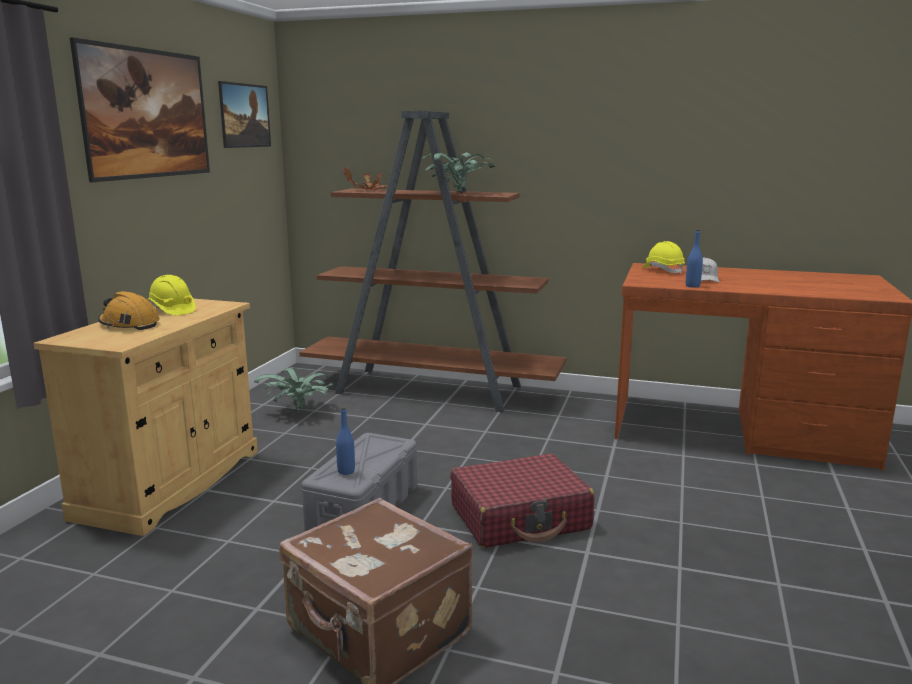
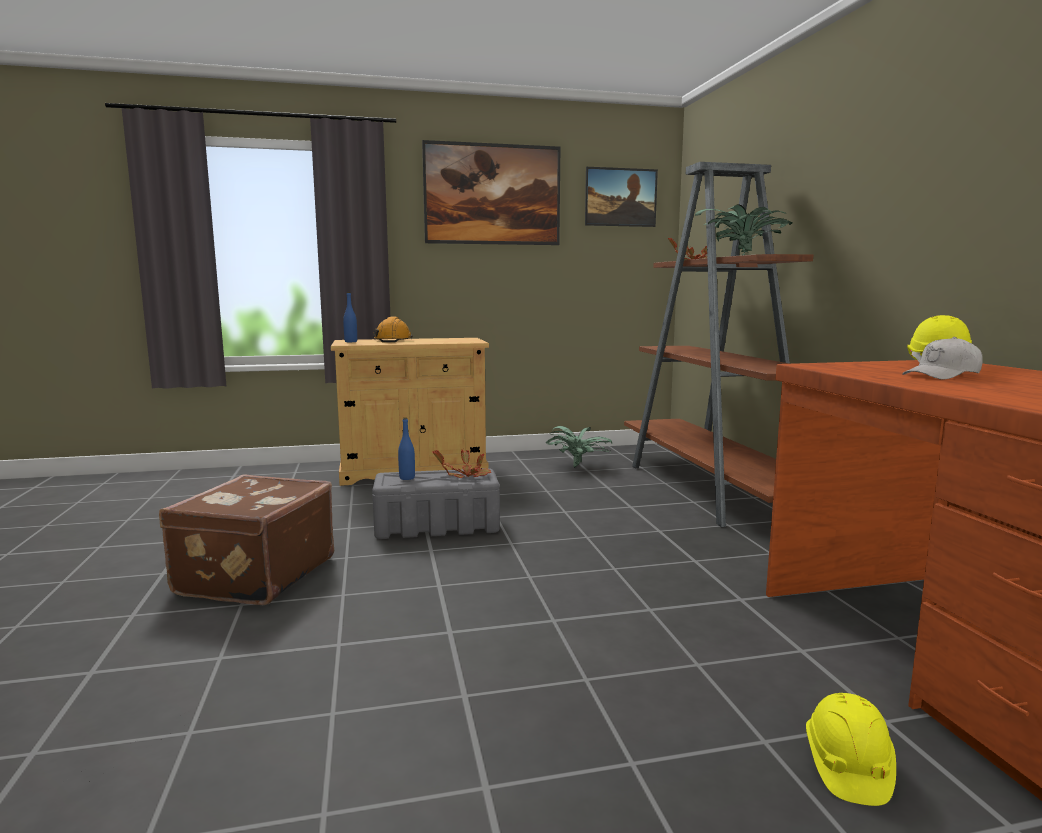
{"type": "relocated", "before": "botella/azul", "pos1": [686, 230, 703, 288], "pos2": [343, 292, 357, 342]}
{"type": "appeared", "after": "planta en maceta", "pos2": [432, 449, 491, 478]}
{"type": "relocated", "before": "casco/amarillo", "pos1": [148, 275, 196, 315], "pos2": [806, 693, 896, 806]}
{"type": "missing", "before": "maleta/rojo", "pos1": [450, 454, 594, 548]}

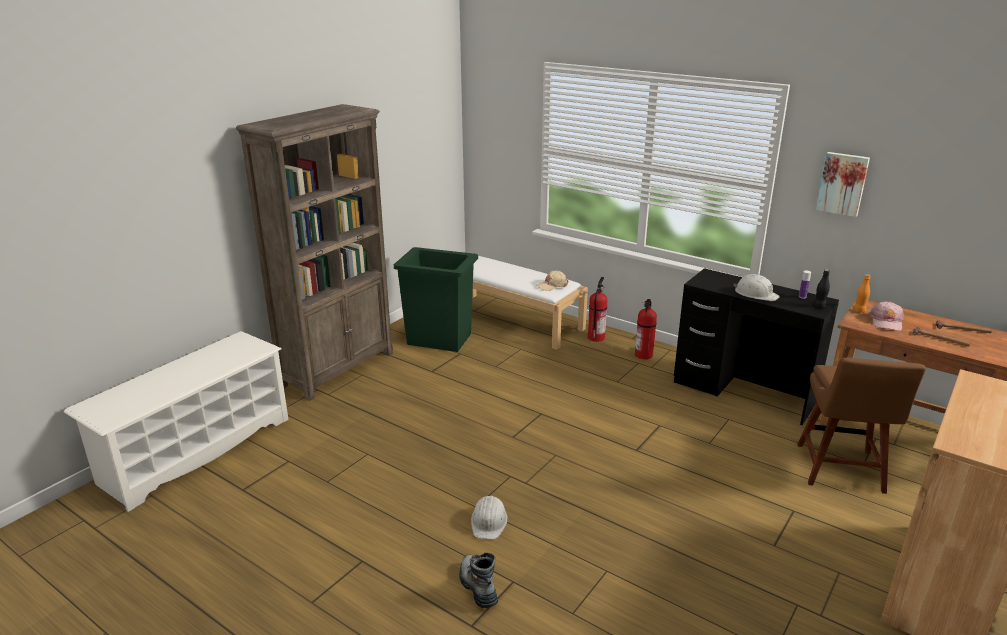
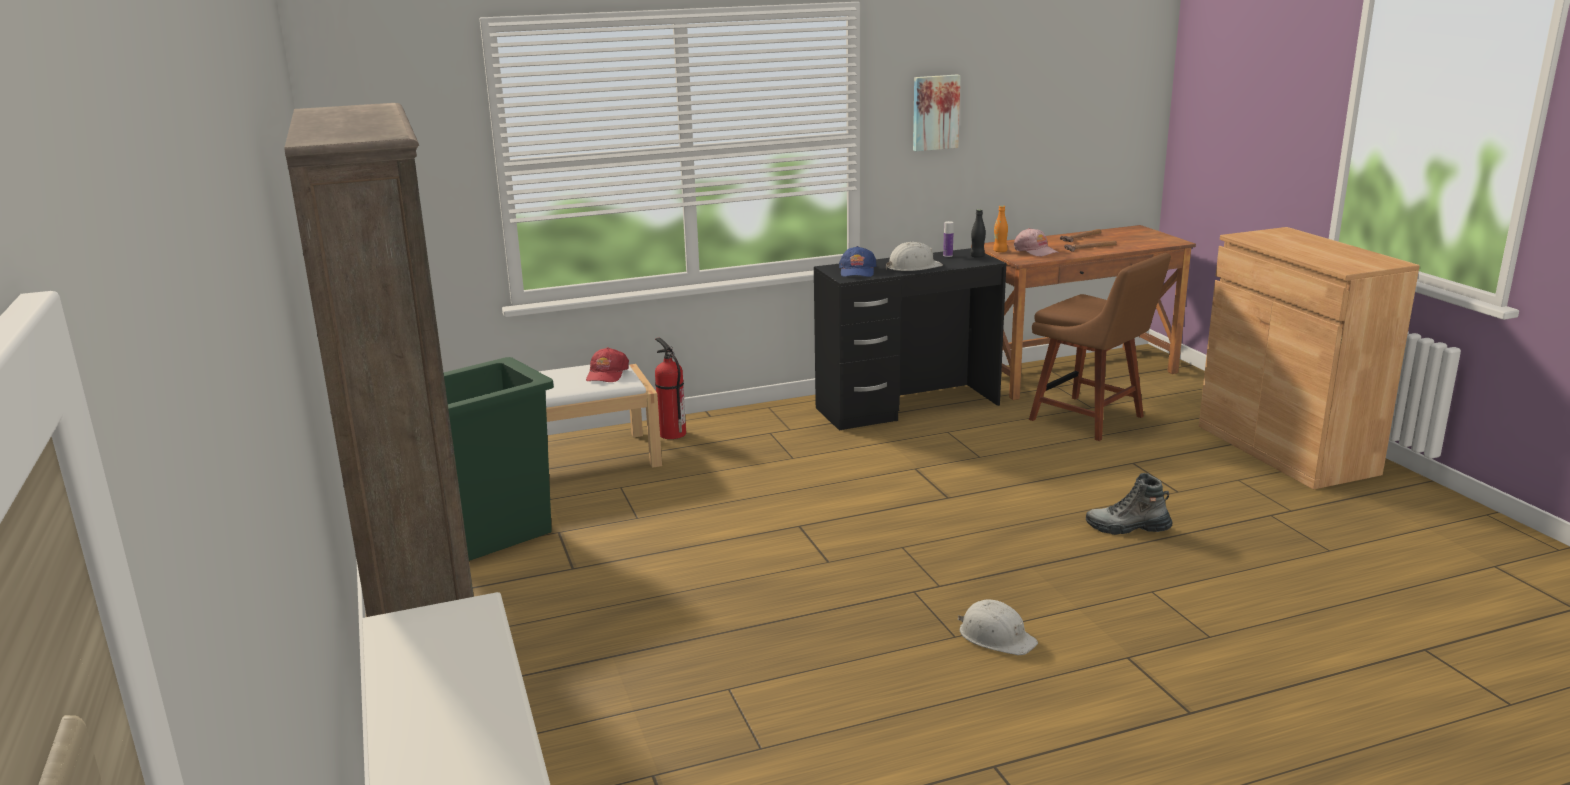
{"type": "colour", "before": "gorra/beis", "after": "gorra/rojo", "pos1": [536, 270, 569, 291], "pos2": [586, 347, 629, 382]}
{"type": "appeared", "after": "gorra/azul", "pos2": [839, 246, 877, 277]}
{"type": "relocated", "before": "bota", "pos1": [459, 553, 498, 608], "pos2": [1086, 473, 1172, 535]}
{"type": "missing", "before": "extintor", "pos1": [635, 299, 657, 359]}

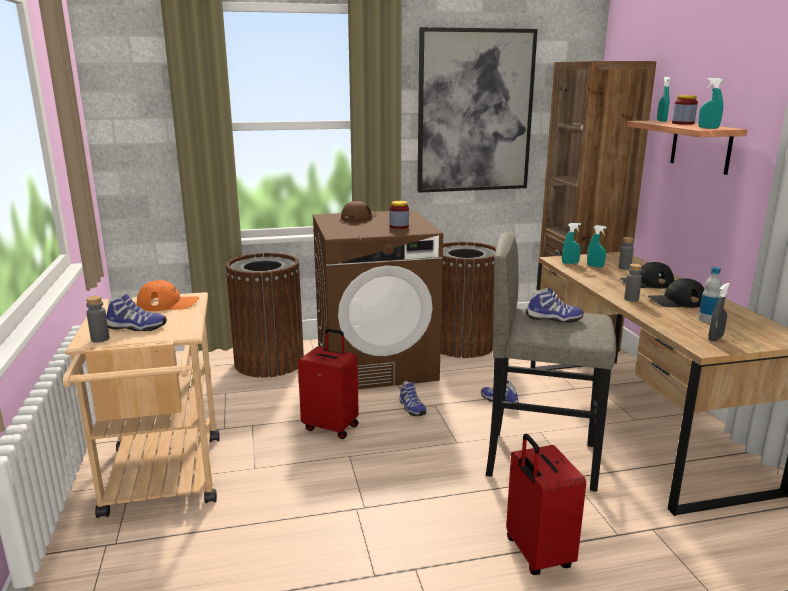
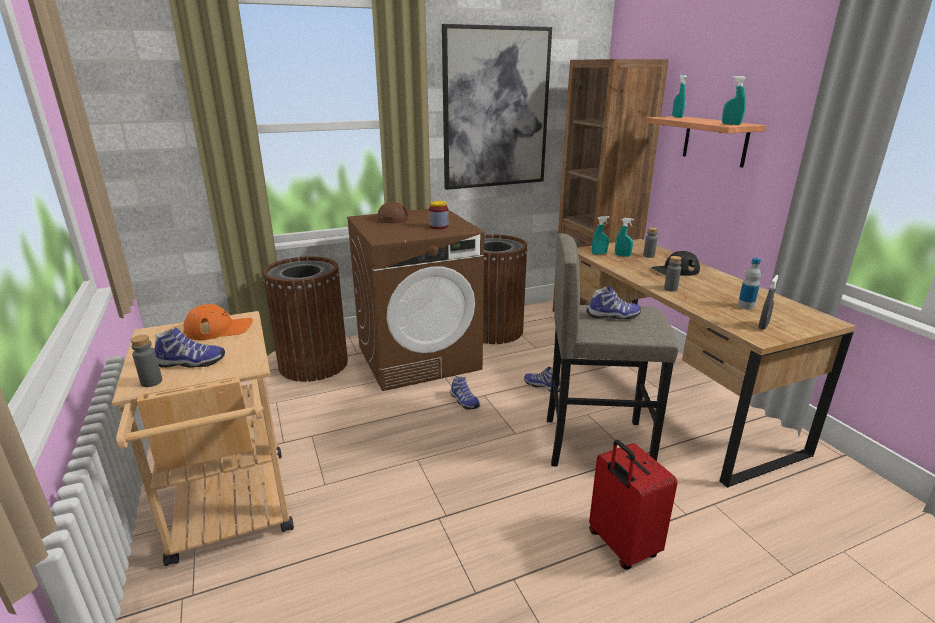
{"type": "missing", "before": "maleta/rojo", "pos1": [298, 328, 359, 439]}
{"type": "missing", "before": "gorra/negro", "pos1": [648, 278, 705, 308]}
{"type": "missing", "before": "tarro", "pos1": [672, 95, 698, 125]}

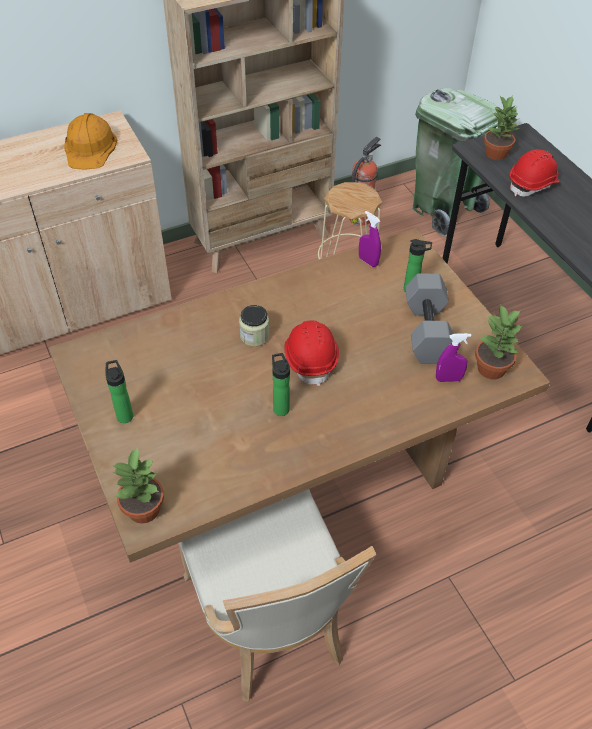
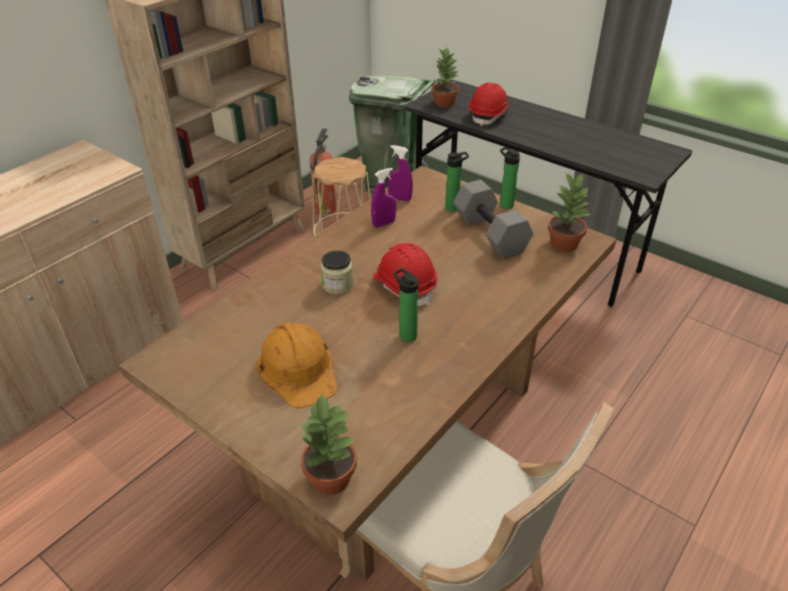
{"type": "relocated", "before": "casco/naranja", "pos1": [64, 113, 117, 170], "pos2": [256, 322, 338, 409]}
{"type": "relocated", "before": "pulverizador/morado", "pos1": [436, 333, 471, 382], "pos2": [371, 168, 396, 227]}
{"type": "relocated", "before": "botella", "pos1": [105, 360, 133, 423], "pos2": [500, 147, 520, 209]}

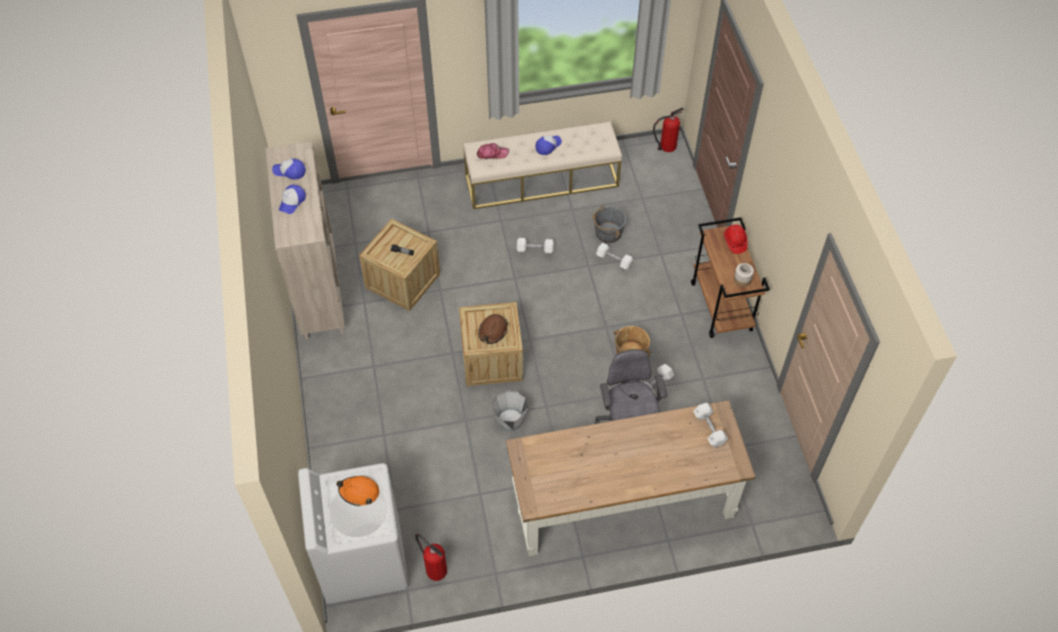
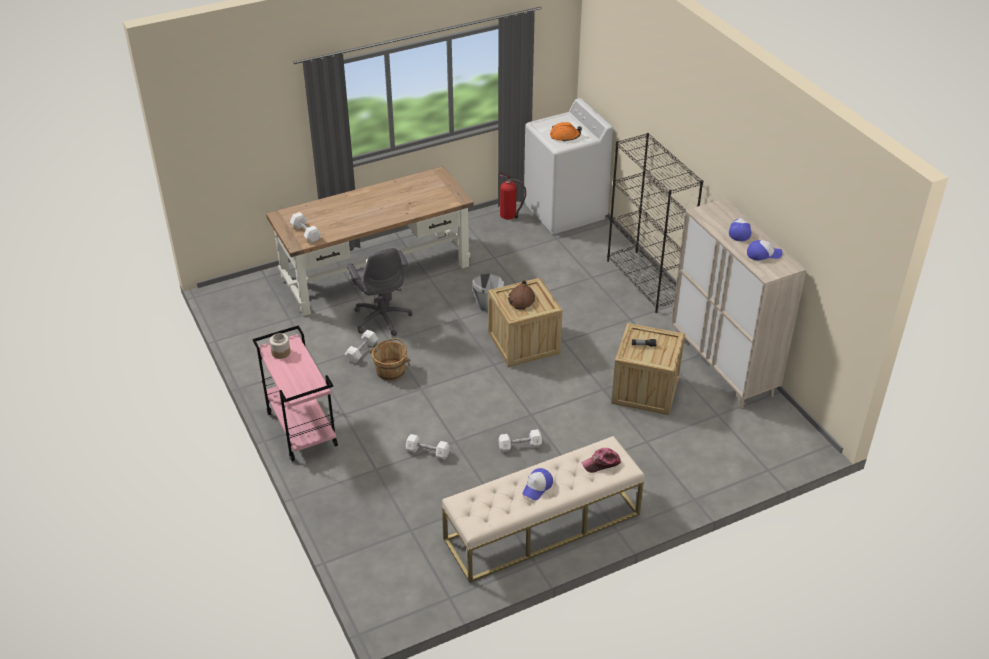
{"type": "colour", "before": "carrito/marrón", "after": "carrito/rosa", "pos1": [691, 217, 770, 338], "pos2": [252, 325, 338, 461]}
{"type": "appeared", "after": "estantería/negro", "pos2": [607, 133, 703, 313]}
{"type": "missing", "before": "cubo/gris", "pos1": [592, 205, 626, 243]}
{"type": "missing", "before": "extintor", "pos1": [653, 108, 684, 152]}
{"type": "missing", "before": "casco/rojo", "pos1": [724, 225, 748, 254]}

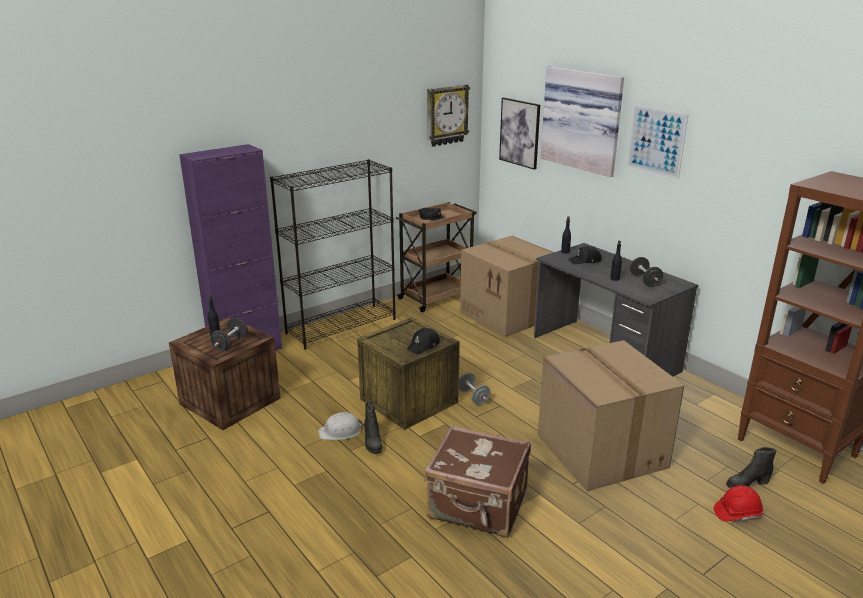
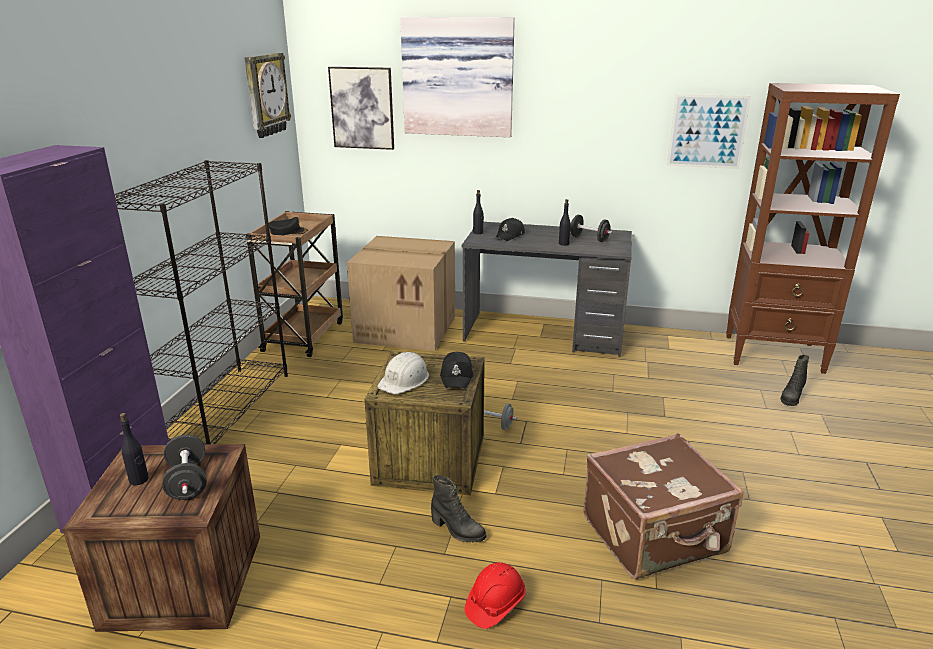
{"type": "relocated", "before": "casco/blanco", "pos1": [318, 412, 363, 440], "pos2": [377, 352, 429, 394]}
{"type": "relocated", "before": "casco/rojo", "pos1": [714, 485, 763, 521], "pos2": [465, 562, 526, 629]}
{"type": "relocated", "before": "cuadro", "pos1": [627, 105, 689, 179], "pos2": [667, 94, 751, 169]}
{"type": "missing", "before": "caja de cartón", "pos1": [538, 340, 684, 491]}

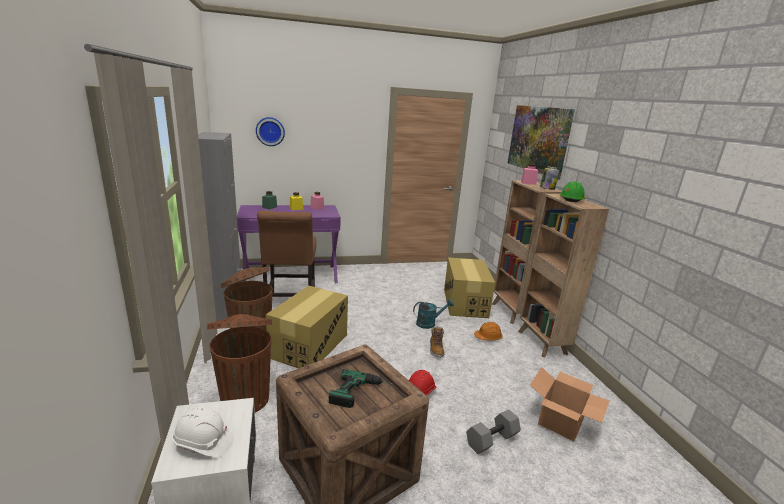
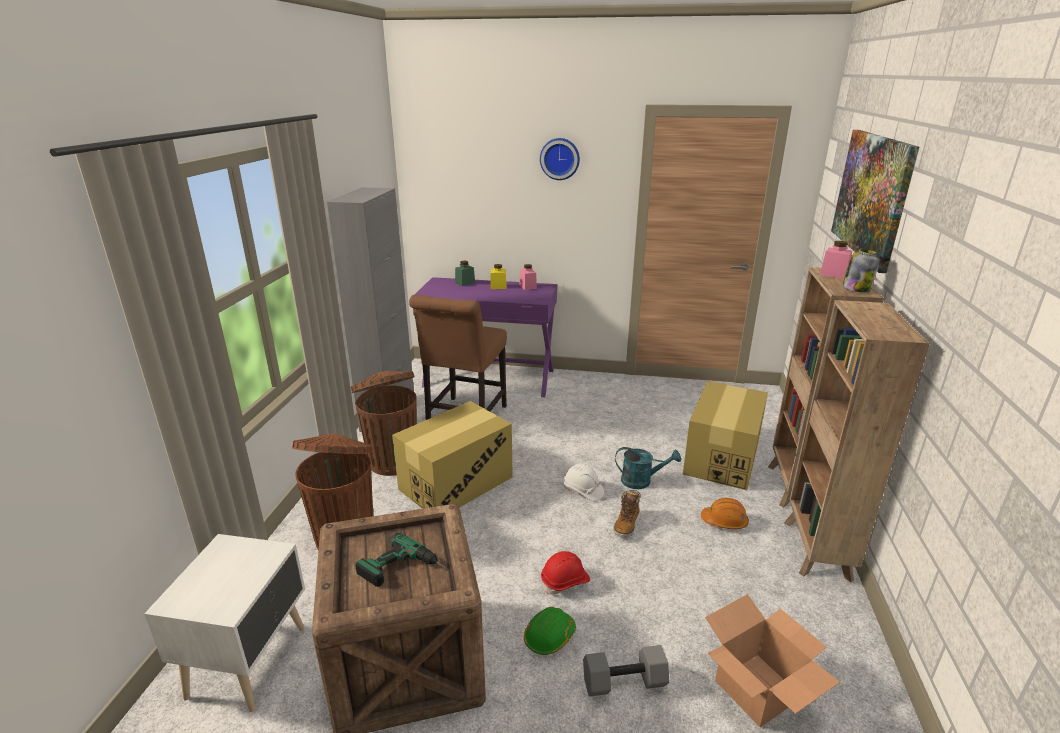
{"type": "relocated", "before": "casco/verde", "pos1": [560, 181, 586, 202], "pos2": [524, 607, 576, 655]}
{"type": "relocated", "before": "reloj de pared", "pos1": [256, 117, 285, 146], "pos2": [540, 138, 580, 180]}
{"type": "relocated", "before": "casco/blanco", "pos1": [172, 407, 234, 457], "pos2": [563, 464, 604, 501]}

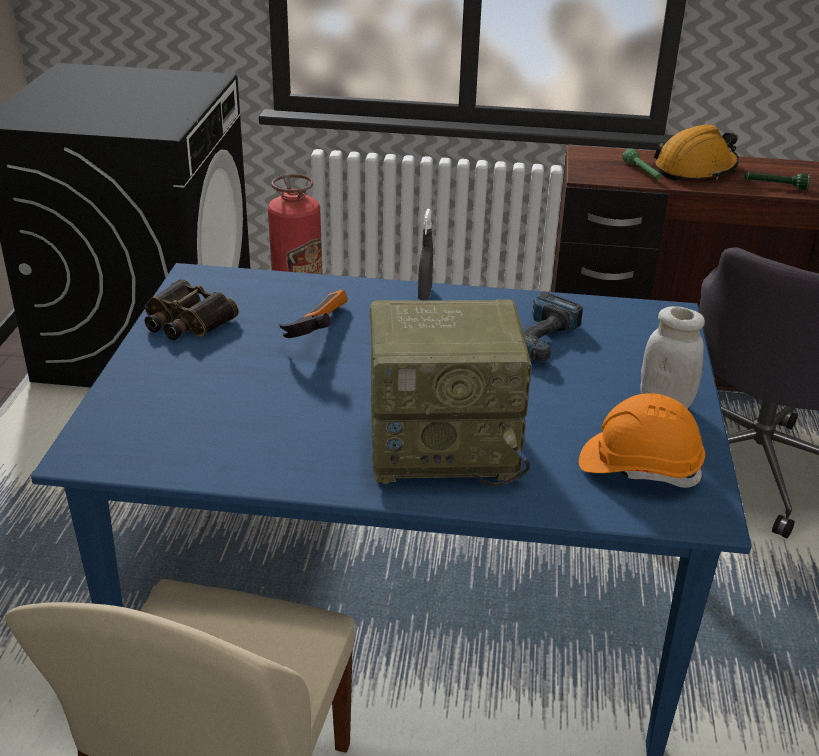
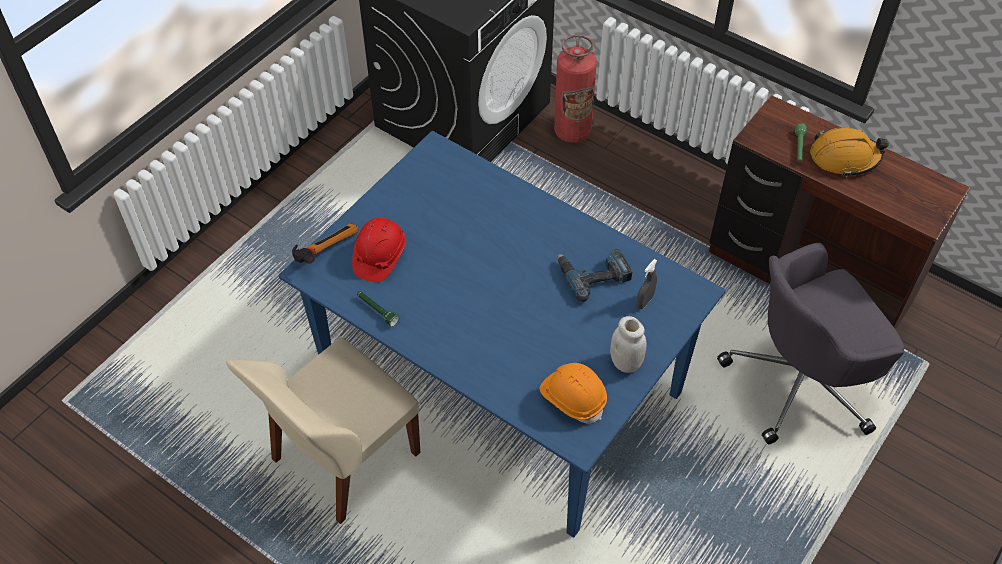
{"type": "relocated", "before": "martillo", "pos1": [279, 290, 348, 338], "pos2": [292, 223, 358, 264]}
{"type": "appeared", "after": "casco/rojo", "pos2": [352, 218, 406, 282]}
{"type": "relocated", "before": "linterna/verde", "pos1": [744, 172, 810, 190], "pos2": [357, 291, 399, 327]}
{"type": "relocated", "before": "pulverizador/gris", "pos1": [418, 209, 433, 300], "pos2": [636, 259, 657, 309]}
{"type": "missing", "before": "prismáticos", "pos1": [145, 279, 239, 340]}
{"type": "missing", "before": "radio", "pos1": [370, 299, 532, 486]}

